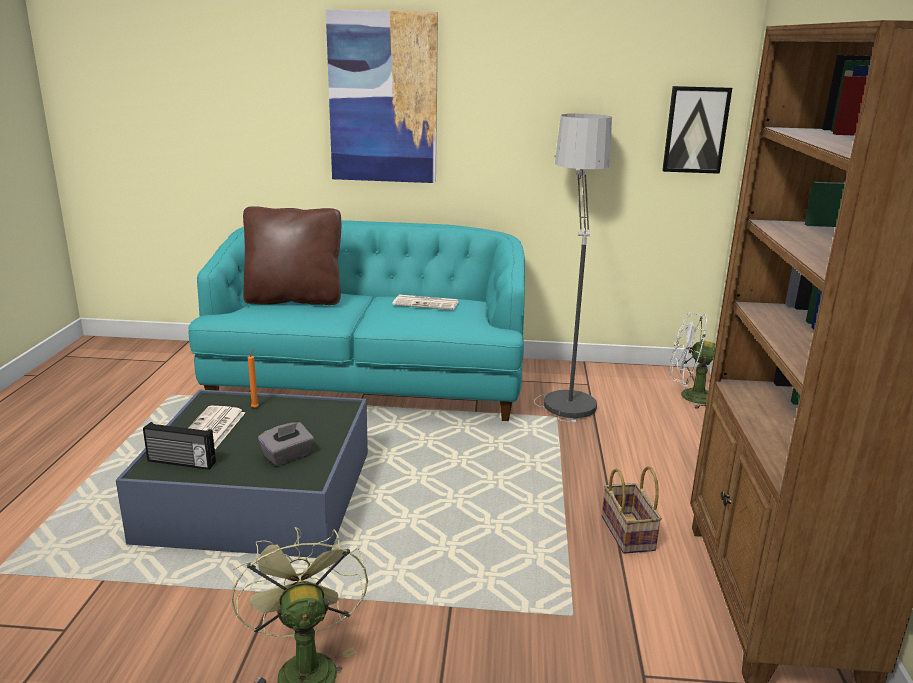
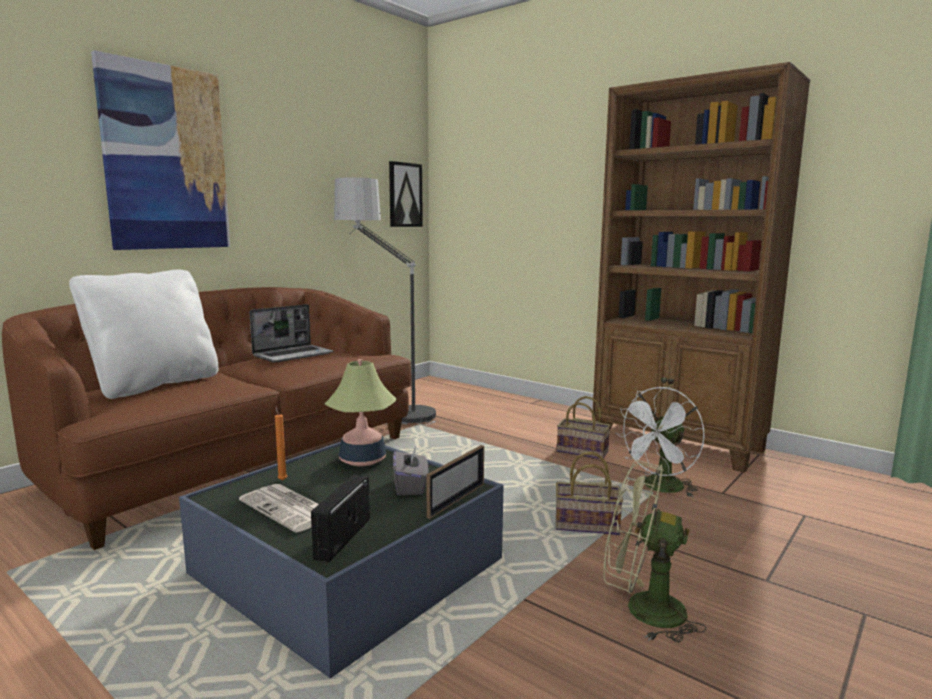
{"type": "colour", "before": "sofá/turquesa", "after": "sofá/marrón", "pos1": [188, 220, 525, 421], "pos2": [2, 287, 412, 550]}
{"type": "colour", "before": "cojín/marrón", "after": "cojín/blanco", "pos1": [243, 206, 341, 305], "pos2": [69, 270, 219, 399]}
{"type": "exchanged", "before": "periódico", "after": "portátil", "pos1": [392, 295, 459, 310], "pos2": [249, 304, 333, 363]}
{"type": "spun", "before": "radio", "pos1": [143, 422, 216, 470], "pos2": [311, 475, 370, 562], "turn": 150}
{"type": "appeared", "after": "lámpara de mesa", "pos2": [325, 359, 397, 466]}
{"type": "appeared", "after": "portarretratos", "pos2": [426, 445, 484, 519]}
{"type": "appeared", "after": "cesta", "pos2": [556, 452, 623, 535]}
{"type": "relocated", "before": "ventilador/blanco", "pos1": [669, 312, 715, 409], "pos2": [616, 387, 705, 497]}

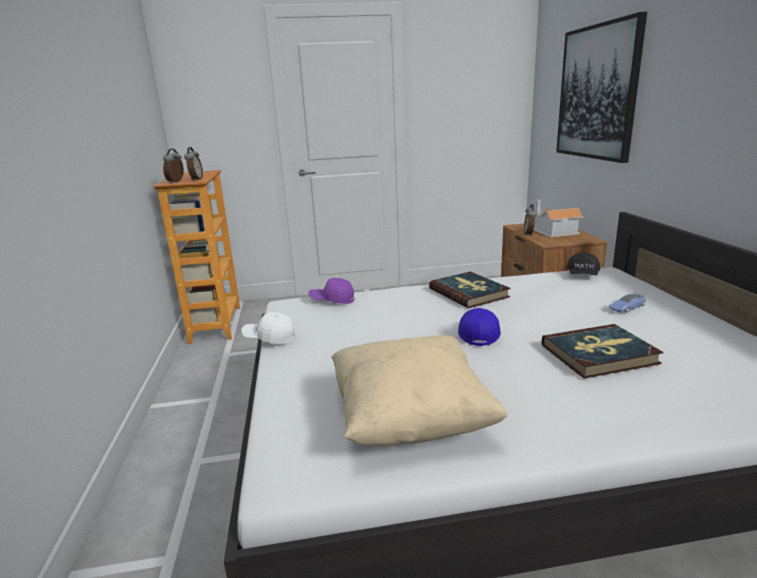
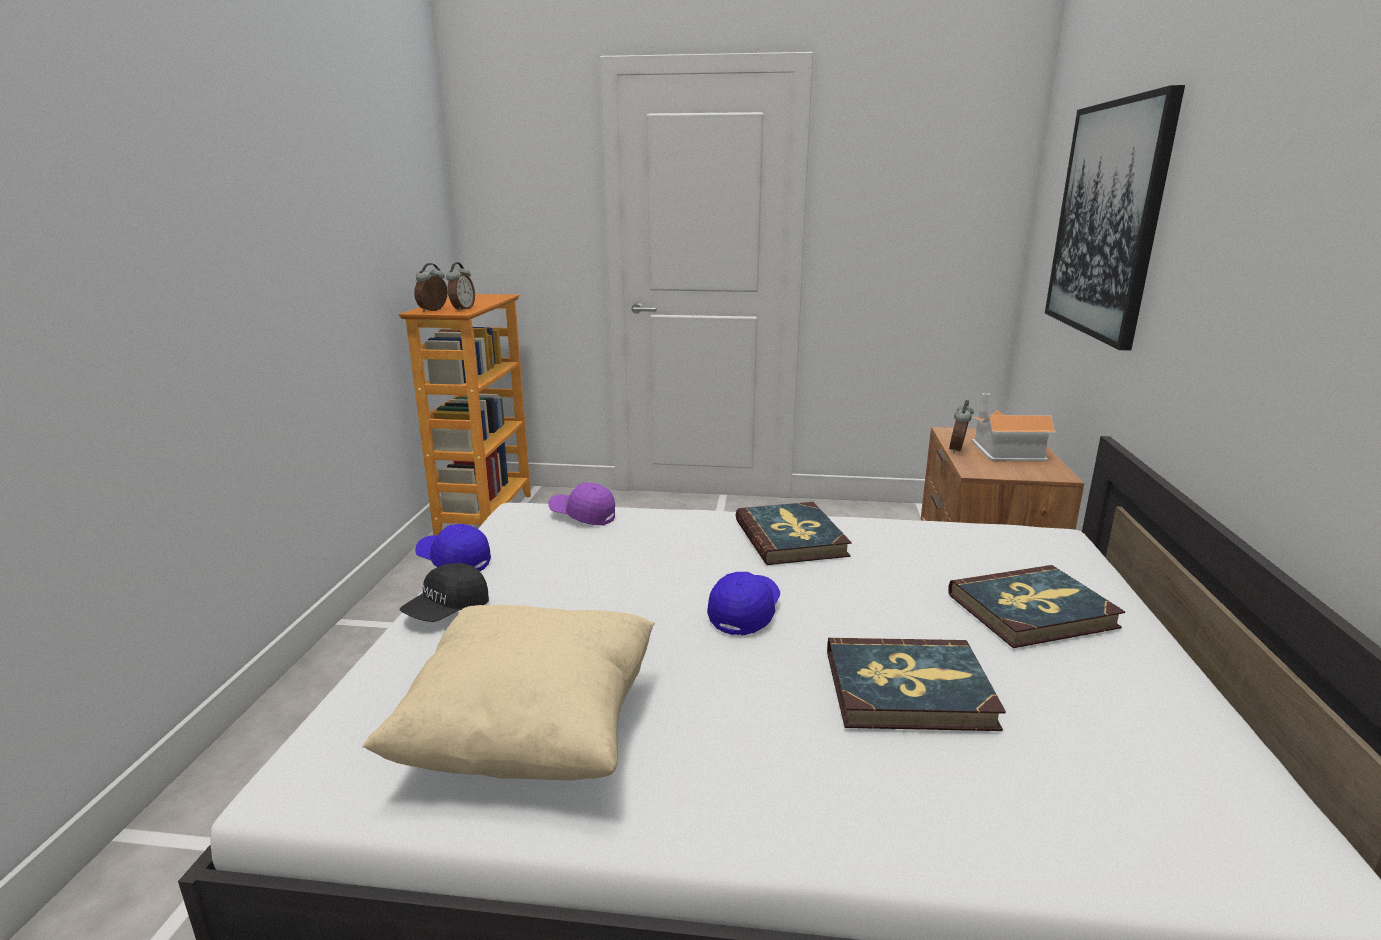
{"type": "relocated", "before": "gorra/negro", "pos1": [567, 252, 600, 276], "pos2": [400, 563, 489, 622]}
{"type": "colour", "before": "gorra/blanco", "after": "gorra/azul", "pos1": [241, 312, 295, 344], "pos2": [415, 524, 491, 572]}
{"type": "exchanged", "before": "coche de juguete", "after": "libro", "pos1": [609, 291, 646, 313], "pos2": [948, 565, 1125, 648]}

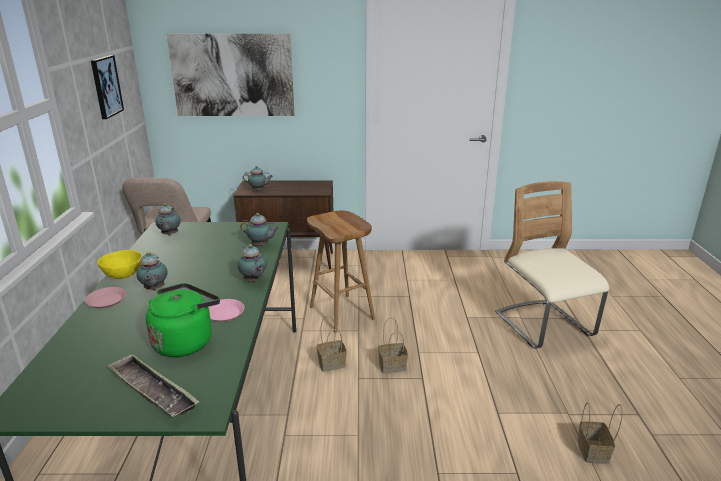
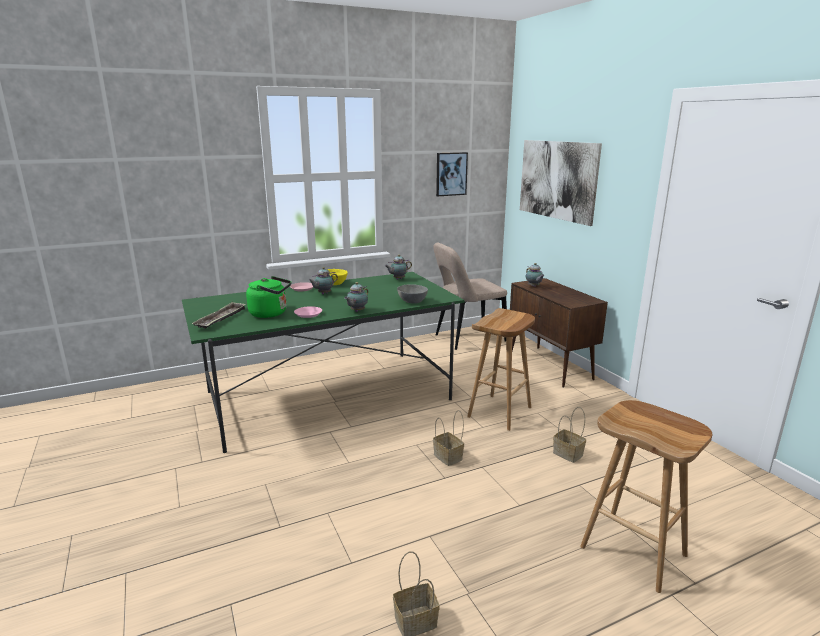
{"type": "exchanged", "before": "tetera", "after": "cuenco/gris", "pos1": [240, 213, 279, 246], "pos2": [397, 284, 428, 304]}
{"type": "relocated", "before": "cesta", "pos1": [317, 316, 347, 372], "pos2": [553, 407, 586, 463]}
{"type": "exchanged", "before": "silla/beis", "after": "taburete/marrón", "pos1": [495, 181, 609, 349], "pos2": [580, 400, 712, 593]}

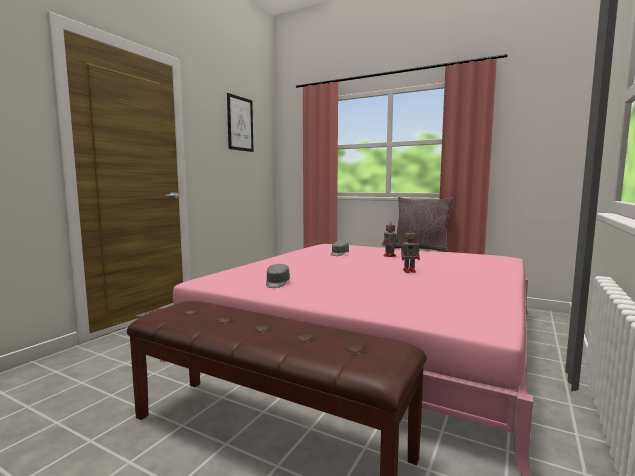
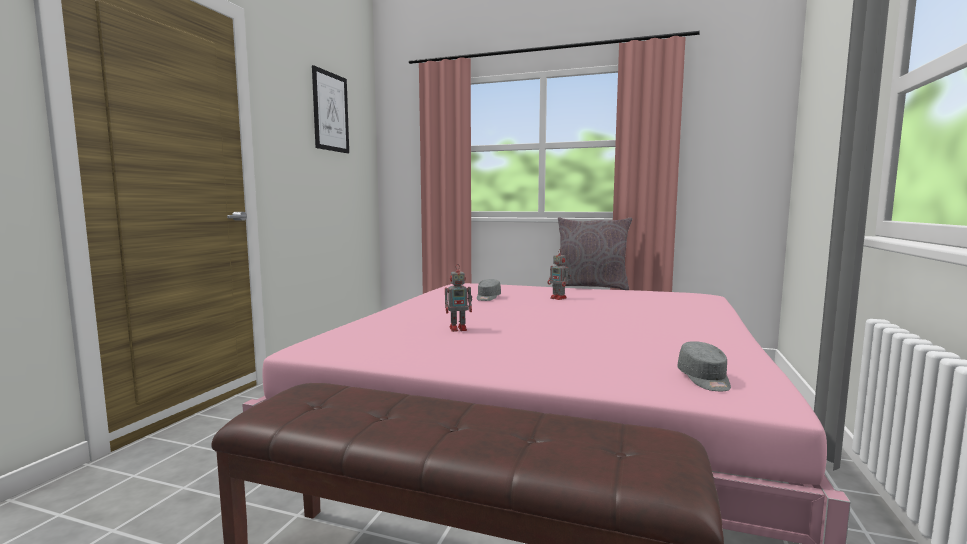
{"type": "relocated", "before": "robot de juguete", "pos1": [401, 228, 420, 273], "pos2": [445, 264, 472, 332]}
{"type": "relocated", "before": "gorra/gris", "pos1": [266, 264, 290, 288], "pos2": [677, 341, 731, 391]}

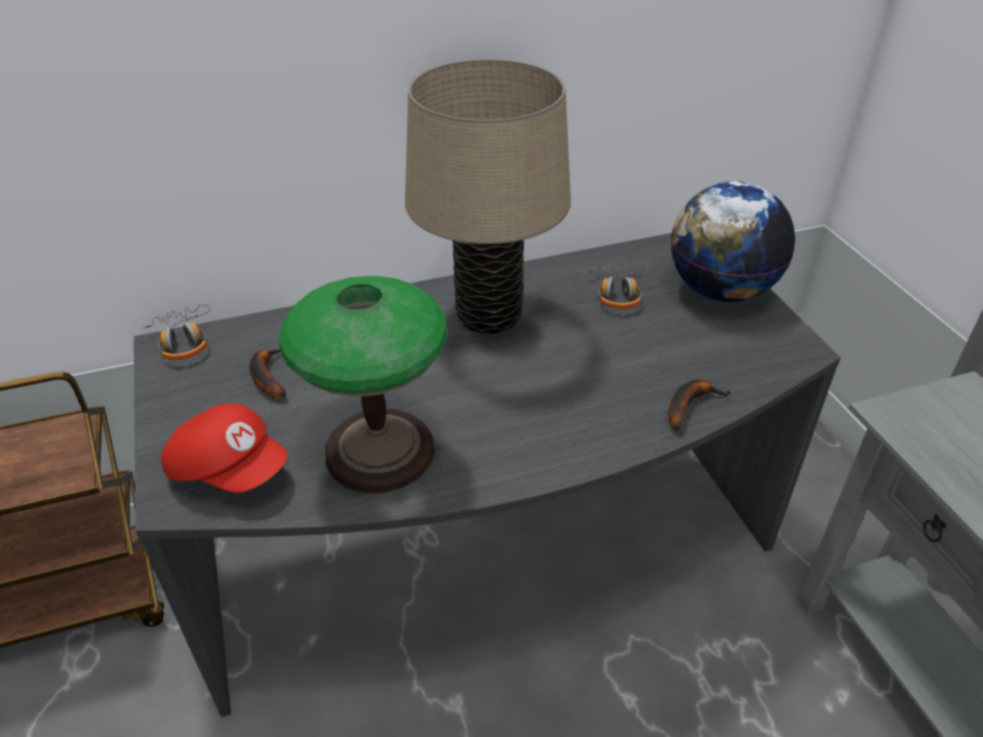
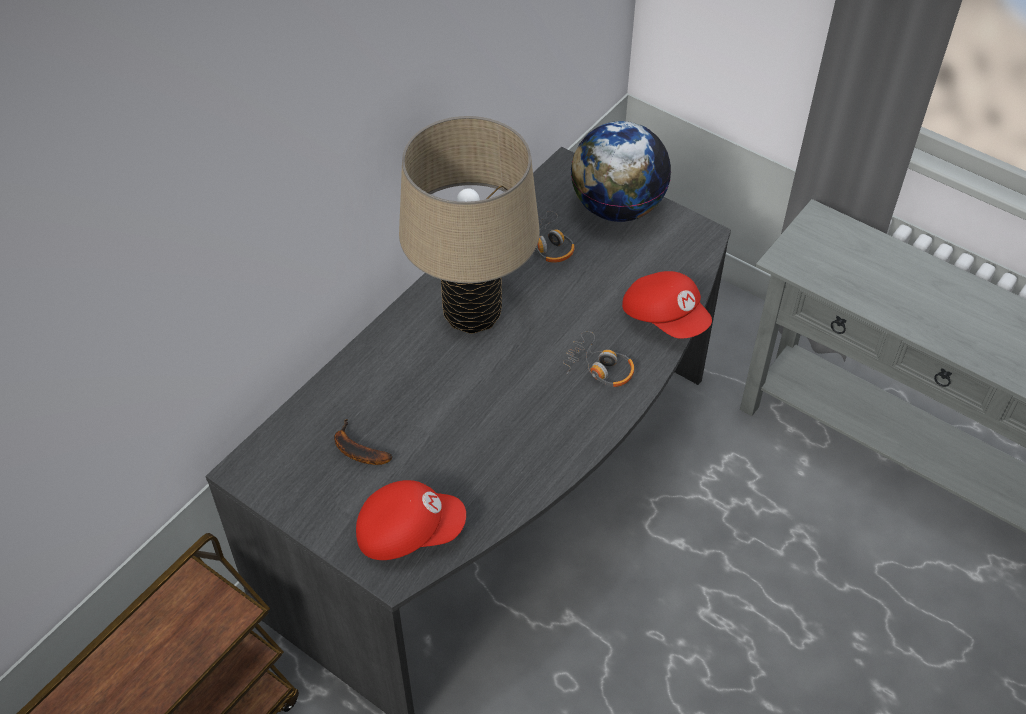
{"type": "relocated", "before": "auriculares", "pos1": [142, 304, 211, 360], "pos2": [563, 331, 634, 387]}
{"type": "exchanged", "before": "plátano", "after": "gorra/rojo", "pos1": [668, 379, 731, 431], "pos2": [622, 271, 712, 339]}
{"type": "missing", "before": "lámpara de mesa", "pos1": [279, 276, 447, 493]}

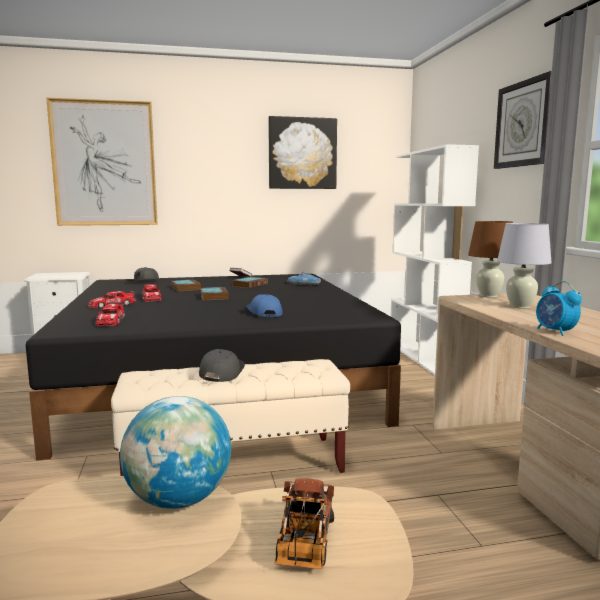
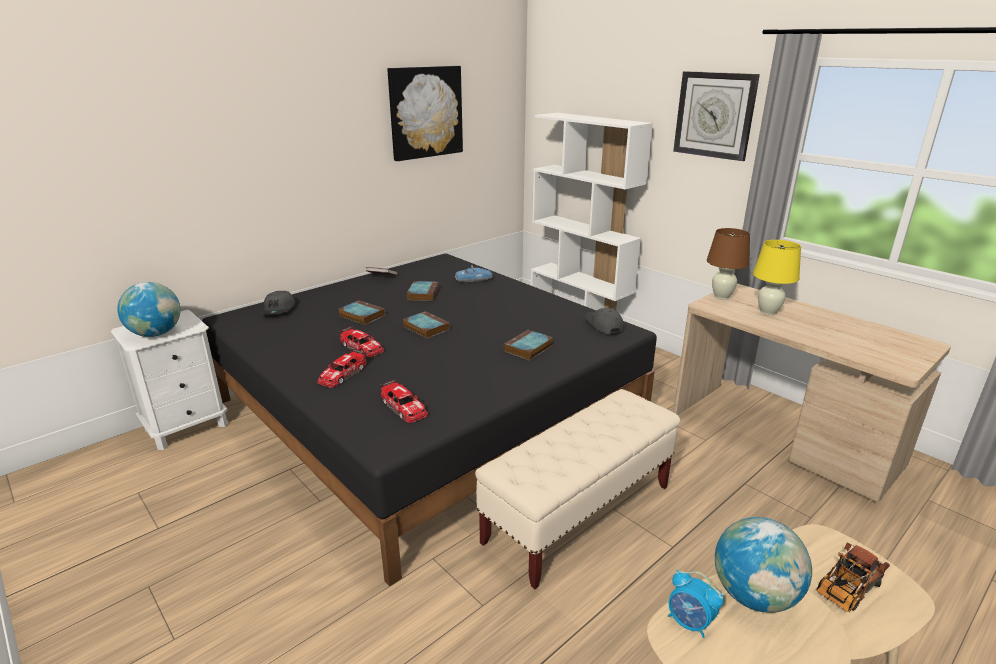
{"type": "appeared", "after": "globo terráqueo", "pos2": [117, 282, 180, 337]}
{"type": "exchanged", "before": "gorra/azul", "after": "libro", "pos1": [247, 294, 283, 317], "pos2": [504, 330, 553, 360]}
{"type": "relocated", "before": "gorra/gris", "pos1": [199, 349, 245, 382], "pos2": [584, 308, 624, 335]}
{"type": "relocated", "before": "despertador", "pos1": [536, 281, 582, 336], "pos2": [668, 570, 724, 638]}
{"type": "colour", "before": "lámpara de mesa/blanco", "after": "lámpara de mesa/amarillo", "pos1": [497, 223, 552, 309], "pos2": [753, 240, 801, 315]}
{"type": "spun", "before": "camión de juguete", "pos1": [274, 478, 334, 569], "pos2": [816, 542, 890, 612], "turn": 75}
{"type": "missing", "before": "cuadro", "pos1": [46, 98, 158, 226]}

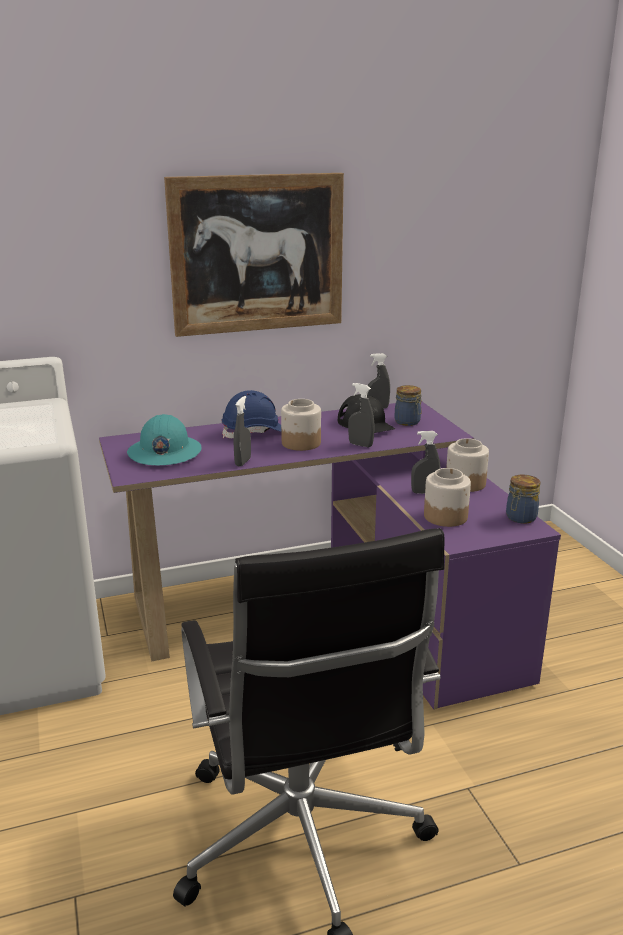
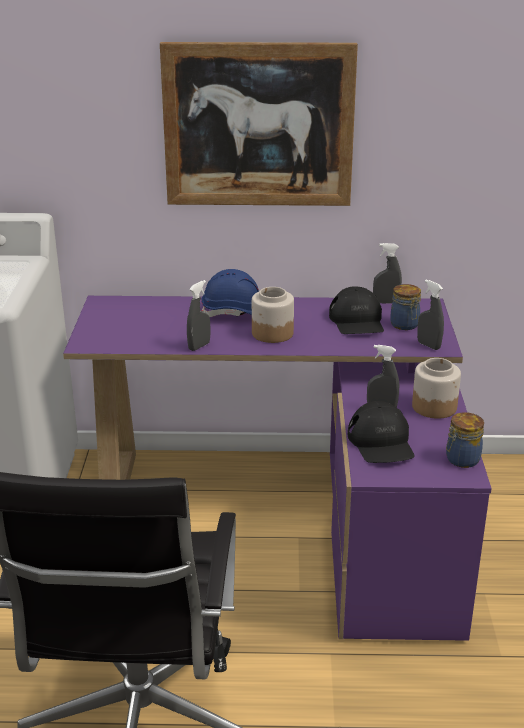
{"type": "exchanged", "before": "tarro", "after": "gorra/negro", "pos1": [424, 468, 471, 527], "pos2": [348, 401, 414, 463]}
{"type": "relocated", "before": "pulverizador/gris", "pos1": [348, 383, 375, 447], "pos2": [417, 280, 444, 350]}
{"type": "missing", "before": "casco/turquesa", "pos1": [127, 414, 202, 465]}

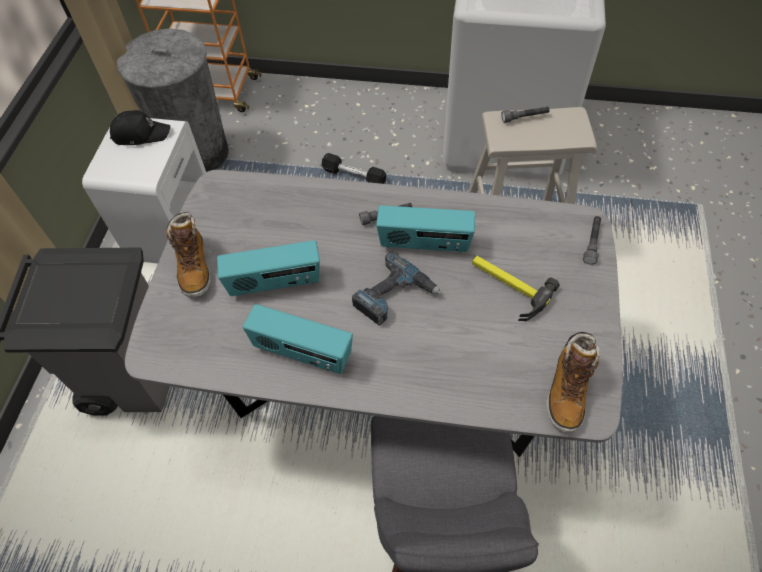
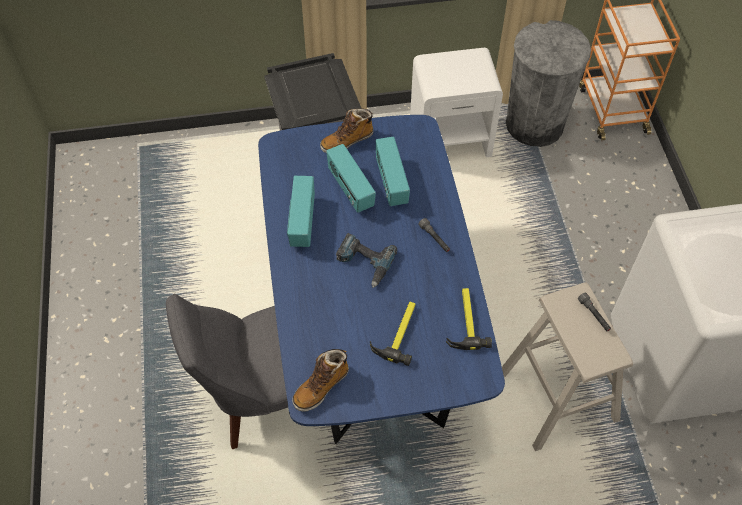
{"type": "colour", "before": "mesa de comedor/gris", "after": "mesa de comedor/azul", "pos1": [125, 170, 622, 457], "pos2": [258, 115, 505, 444]}
{"type": "spun", "before": "bota", "pos1": [546, 332, 600, 433], "pos2": [292, 349, 349, 412], "turn": -45}
{"type": "relocated", "before": "radio", "pos1": [376, 205, 475, 253], "pos2": [376, 137, 410, 206]}
{"type": "appeared", "after": "martillo", "pos2": [446, 288, 492, 350]}
{"type": "missing", "before": "gorra/negro", "pos1": [110, 110, 170, 145]}
{"type": "missing", "before": "mancuerna/negro", "pos1": [322, 153, 386, 184]}
{"type": "missing", "before": "linterna/gris", "pos1": [583, 216, 601, 265]}

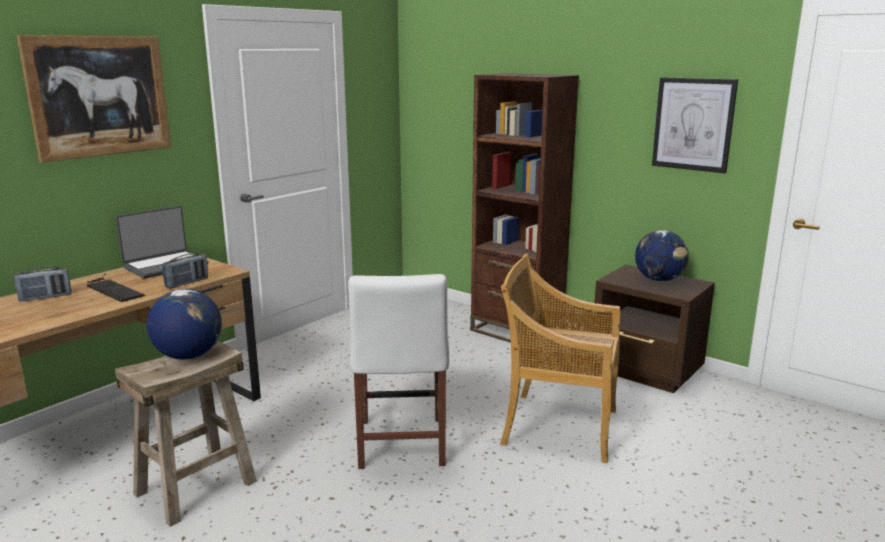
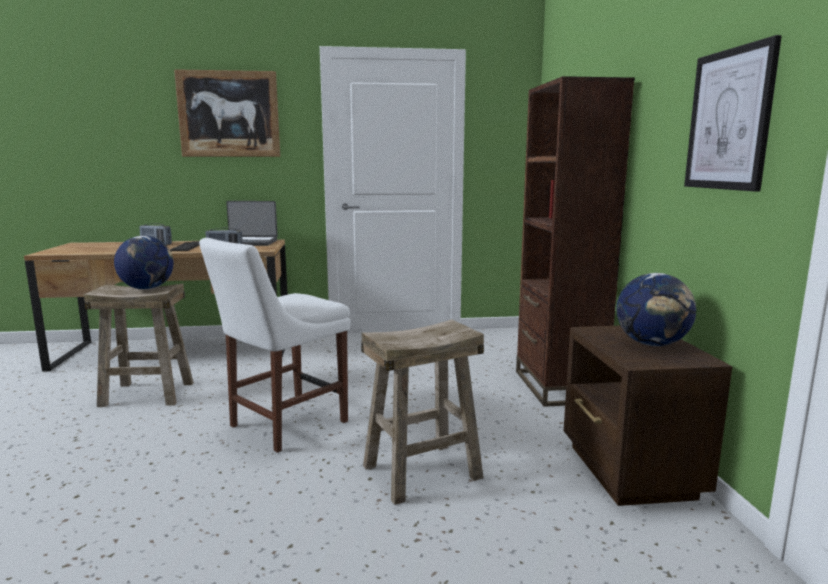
{"type": "exchanged", "before": "silla/beis", "after": "taburete/beis", "pos1": [500, 253, 620, 463], "pos2": [361, 319, 484, 505]}

